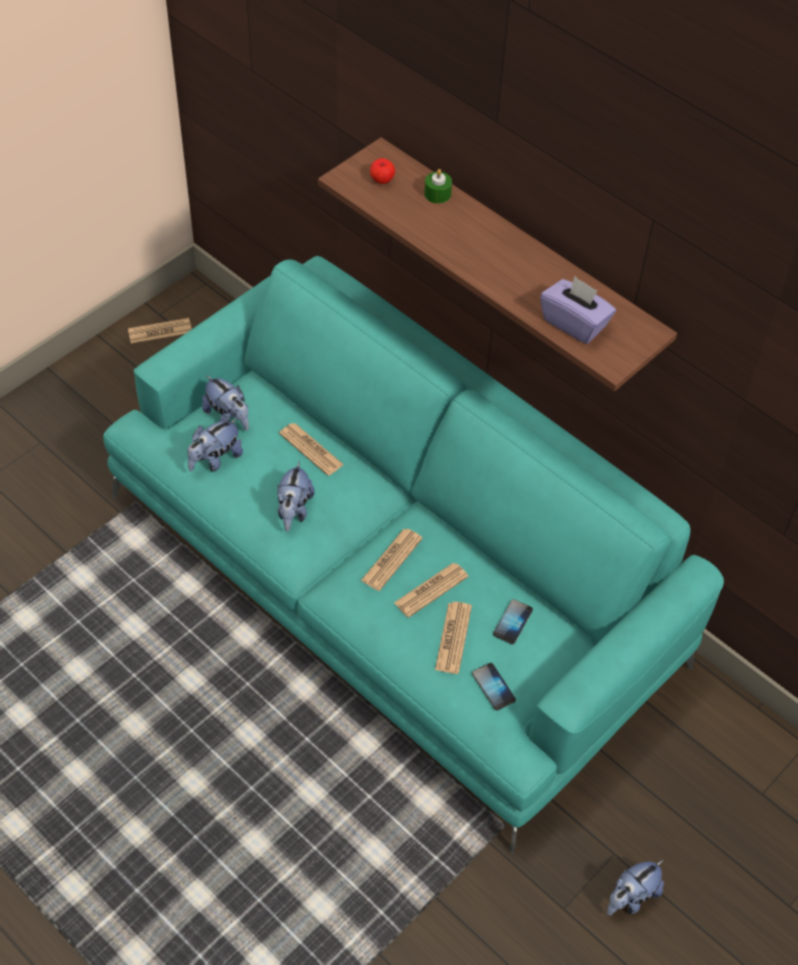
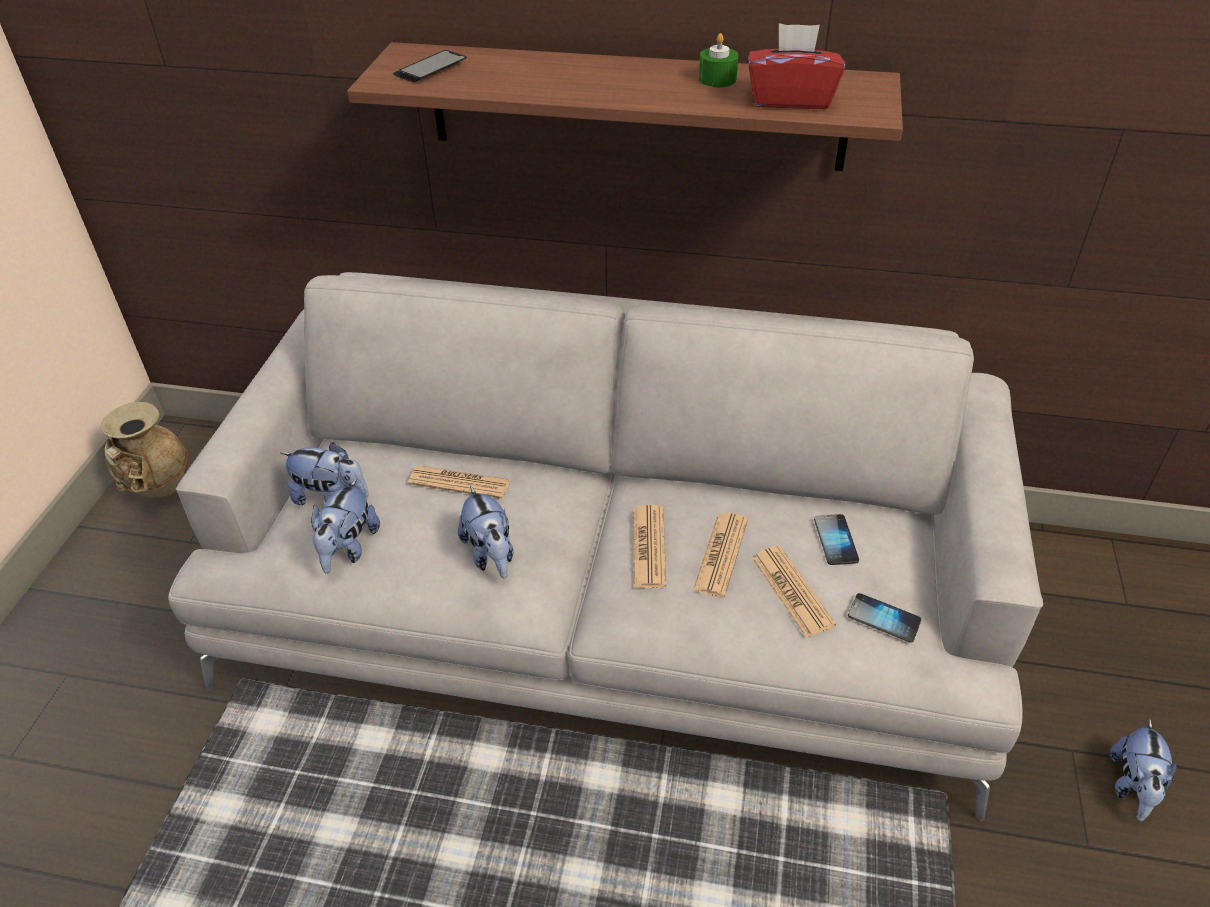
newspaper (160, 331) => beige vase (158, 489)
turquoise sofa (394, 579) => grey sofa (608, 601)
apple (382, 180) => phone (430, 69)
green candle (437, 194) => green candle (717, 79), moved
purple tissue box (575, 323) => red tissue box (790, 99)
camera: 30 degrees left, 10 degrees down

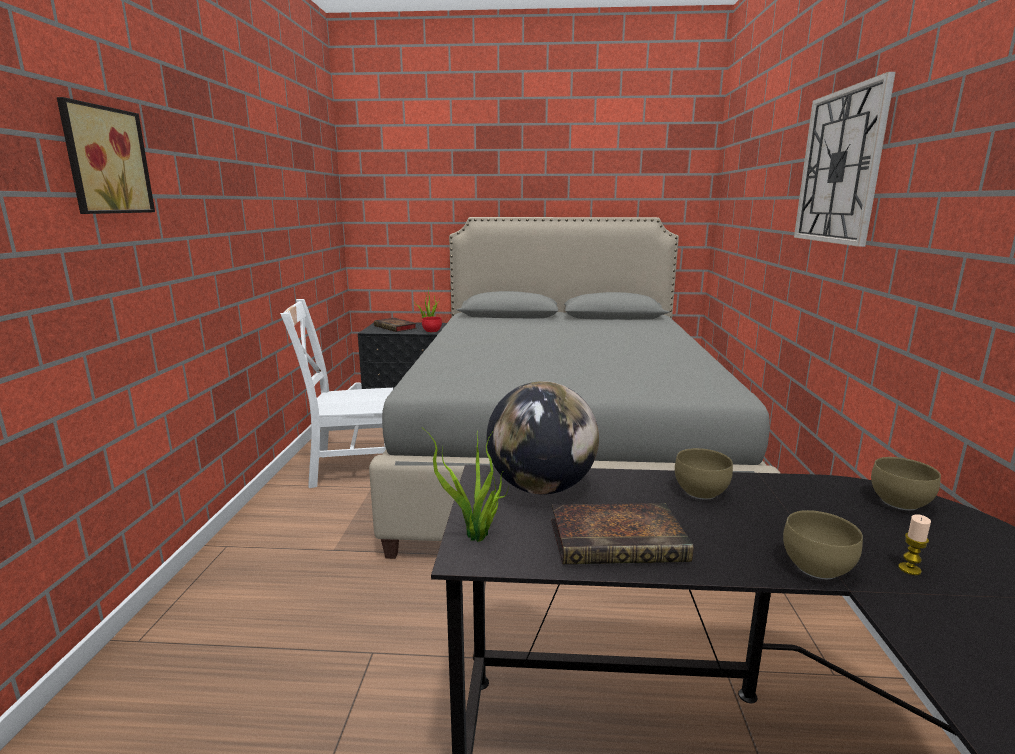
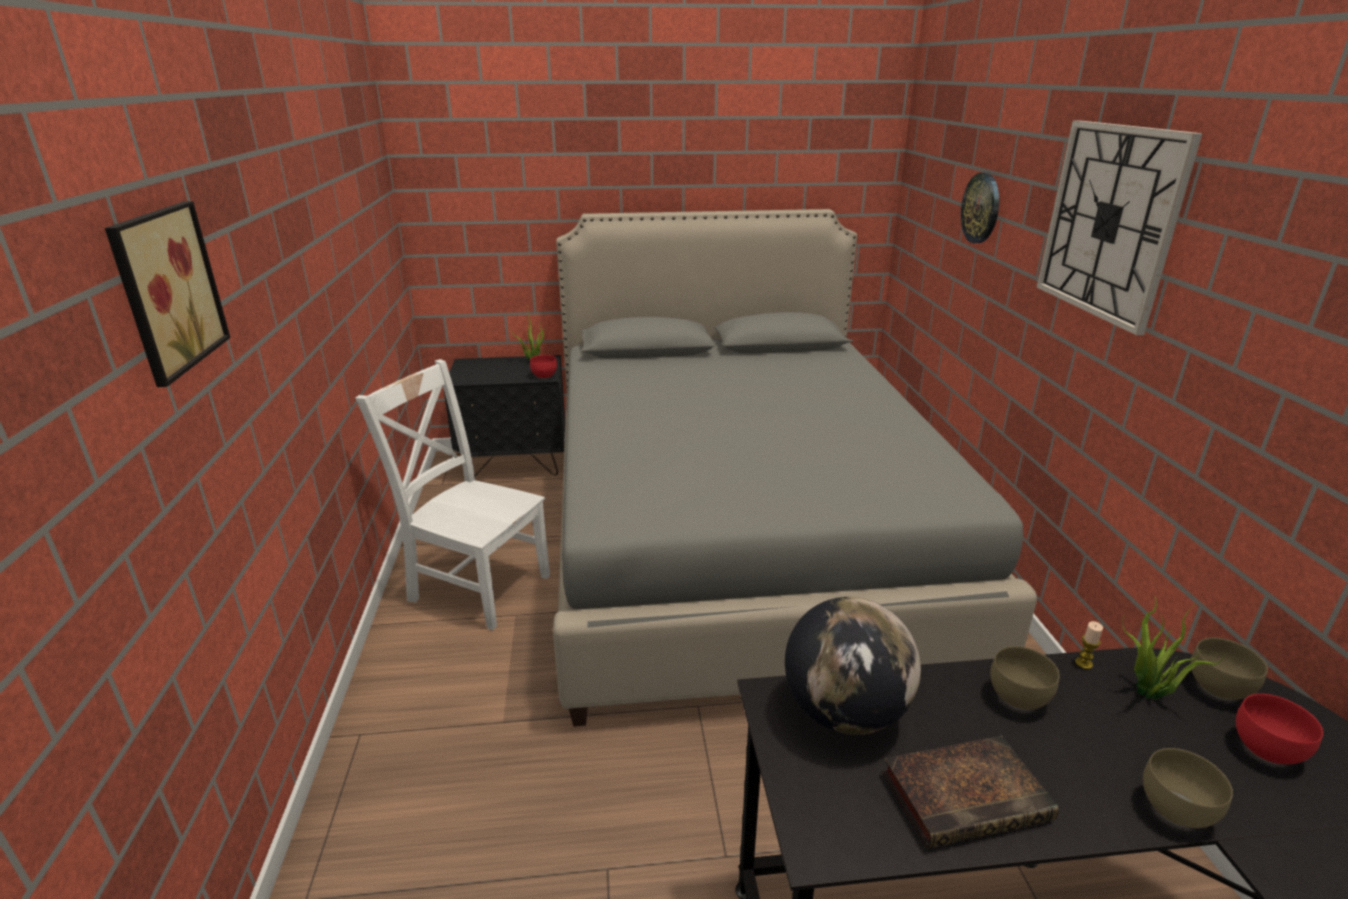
white chair (350, 468) => white chair (476, 585), 45 degrees clockwise
nothing => wall clock (981, 208)
candle (909, 569) => candle (1083, 663), moved
potted plant (476, 537) => potted plant (1148, 694), moved
nothing => red bowl (1264, 750)
book (396, 327) => nothing
camera: 10 degrees left, 10 degrees up

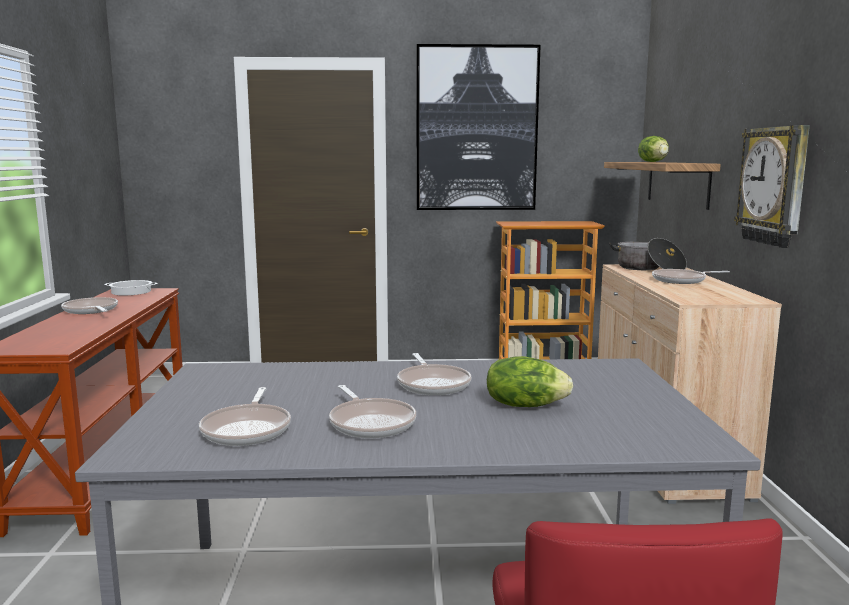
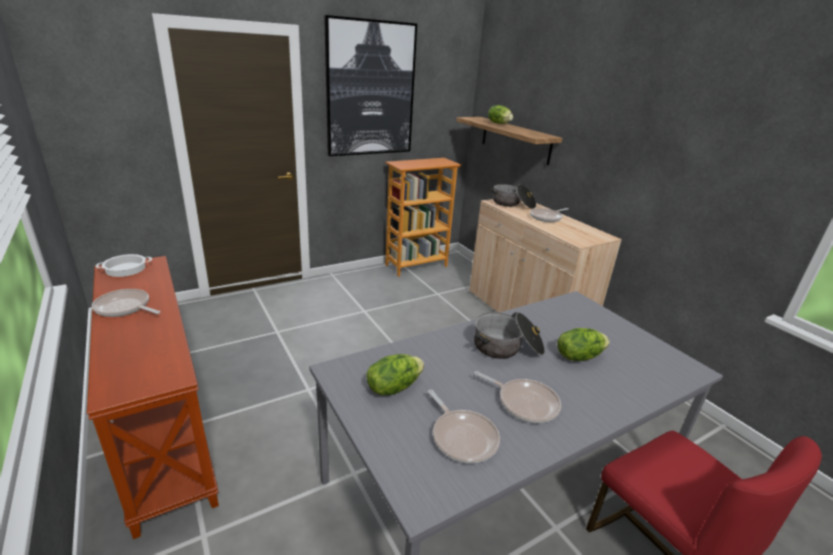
nothing => lettuce (393, 387)
frying pan (433, 384) => cooking pot (507, 347)
wall clock (774, 186) => nothing
camera: 30 degrees left, 15 degrees up

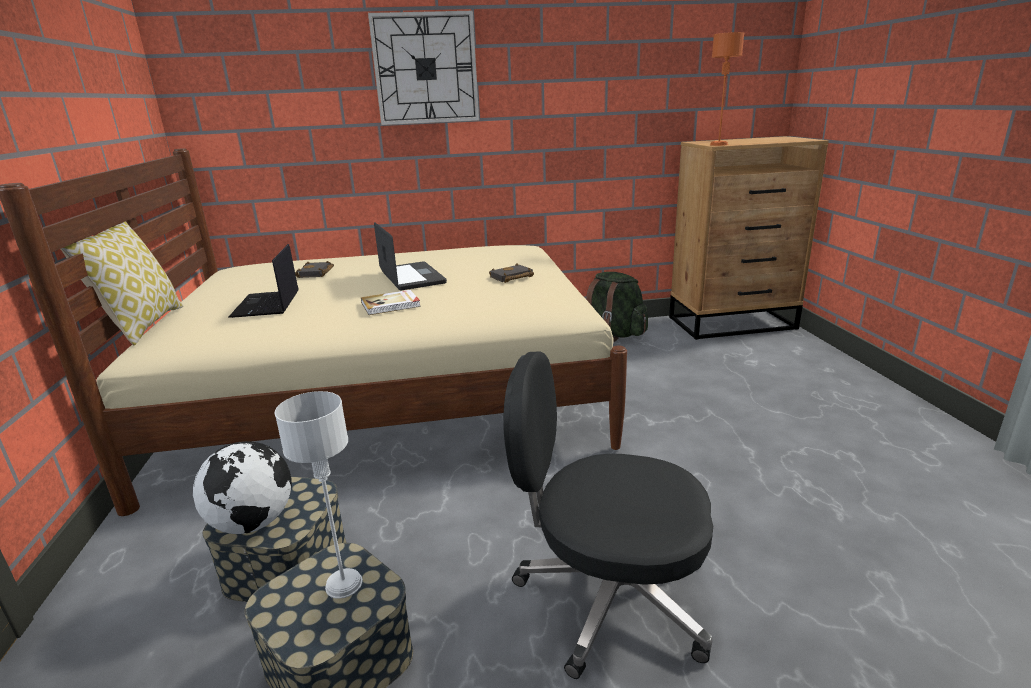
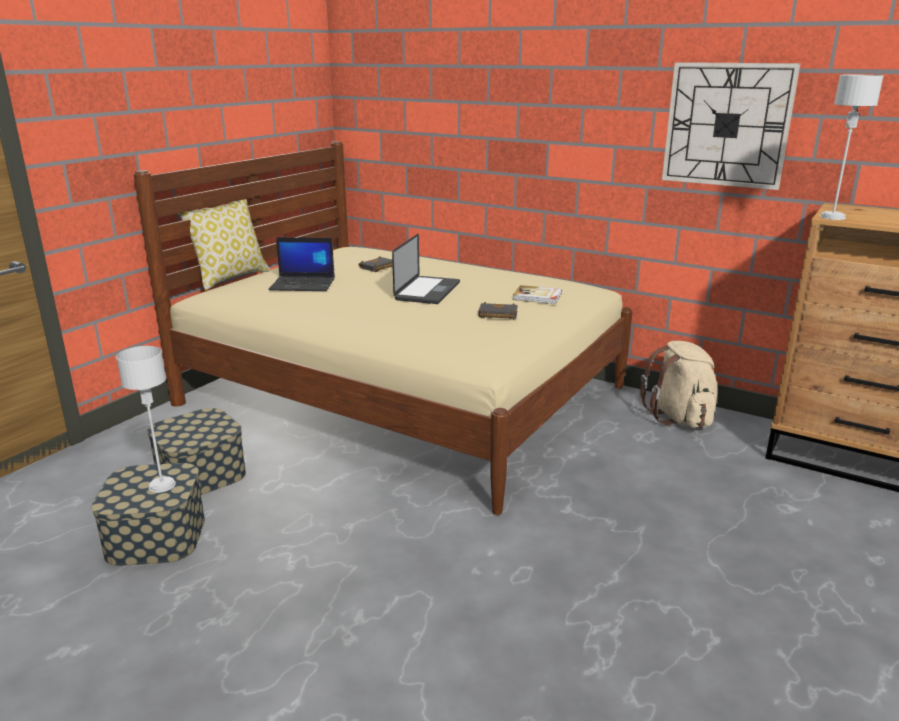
laptop (267, 305) => laptop (303, 284), 120 degrees counterclockwise
book (391, 305) => book (537, 297), moved
green backpack (613, 334) => beige backpack (679, 418)
wall clock (425, 69) => wall clock (727, 125), moved
orange table lamp (719, 144) => grey table lamp (833, 217)
globe (253, 523) => nothing
black office chair (609, 596) => nothing
camera: 40 degrees right, 0 degrees up

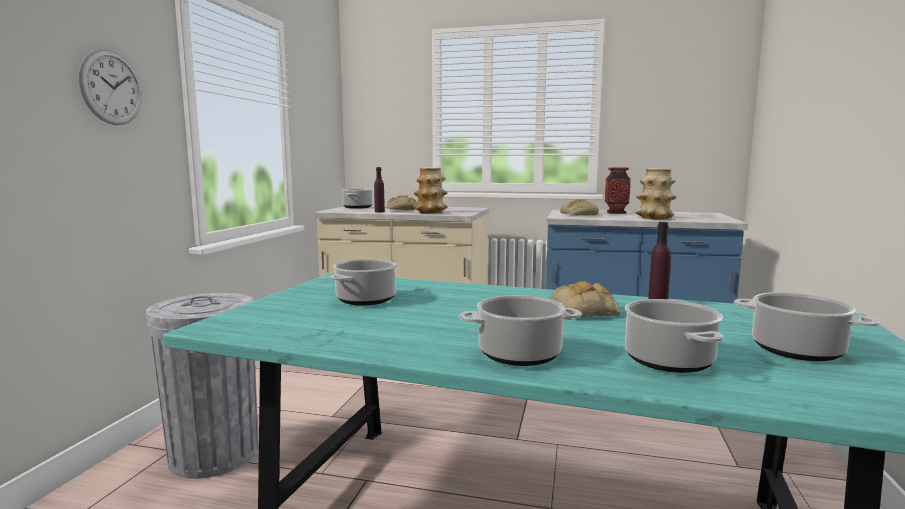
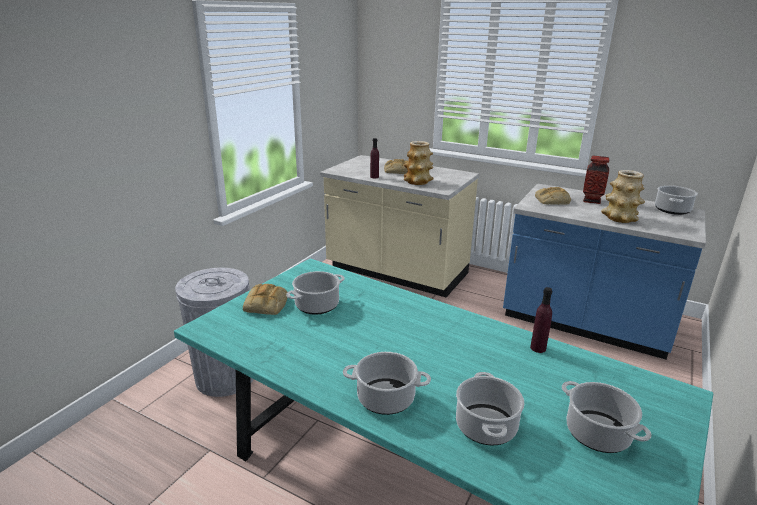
bread (585, 310) => bread (266, 305), moved
cooking pot (357, 207) => cooking pot (671, 210), moved
wall clock (111, 87) => nothing
camera: 15 degrees right, 15 degrees up

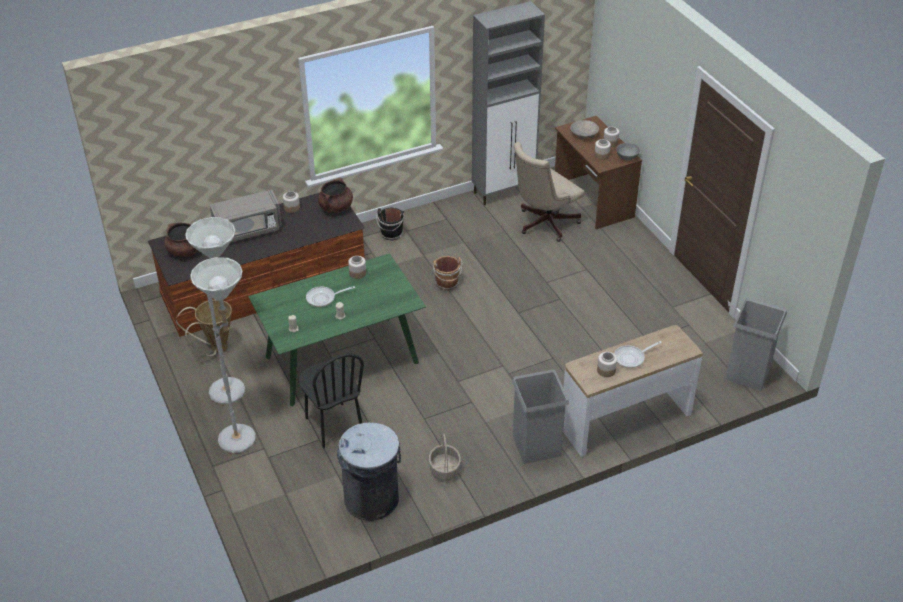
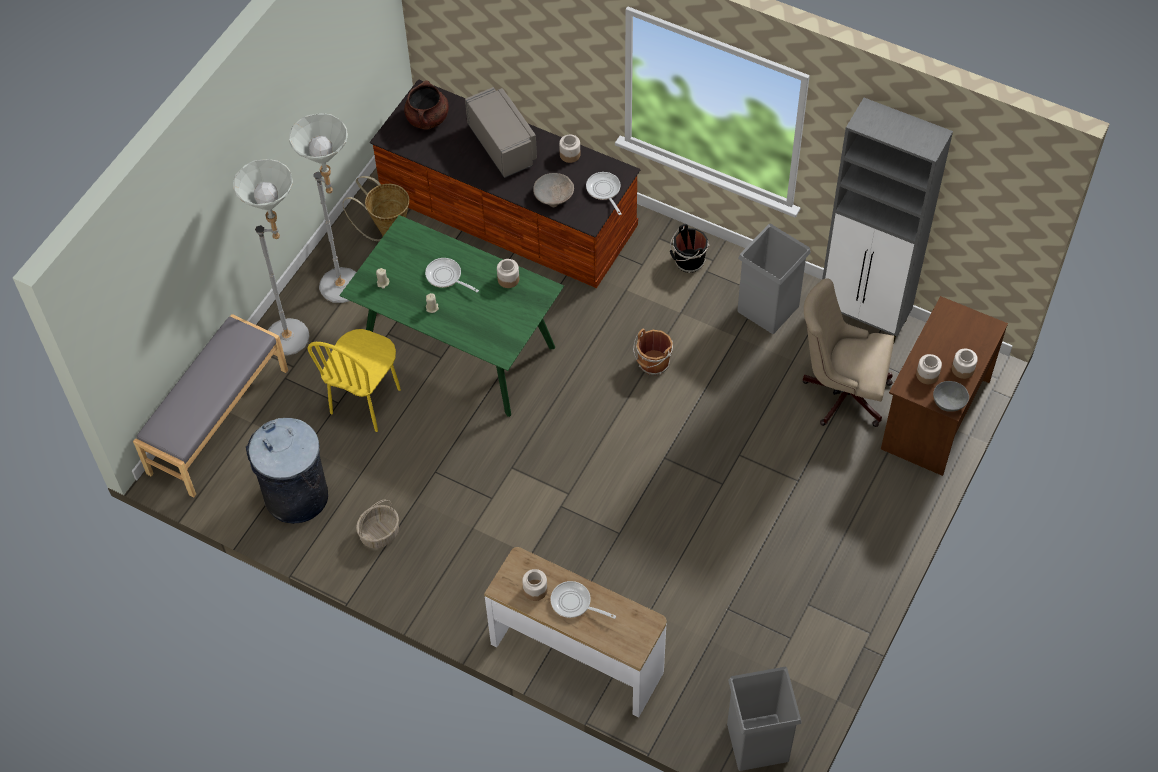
nothing => grey bench (217, 421)
black chair (333, 425) => yellow chair (366, 401)
grey microwave (248, 230) => grey microwave (502, 145), 150 degrees counterclockwise
beige bowl (584, 134) => beige bowl (553, 195), moved
brown cooking pot (336, 208) => frying pan (604, 191)
grey trash can (536, 445) => grey trash can (768, 308), moved
camera: 55 degrees right, 15 degrees up

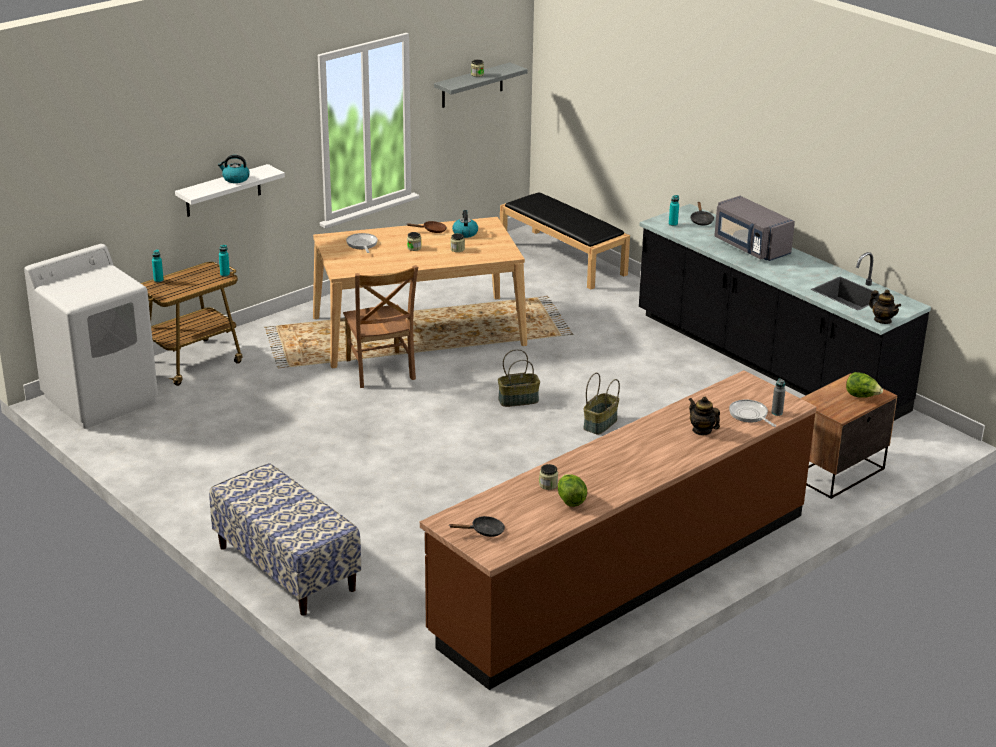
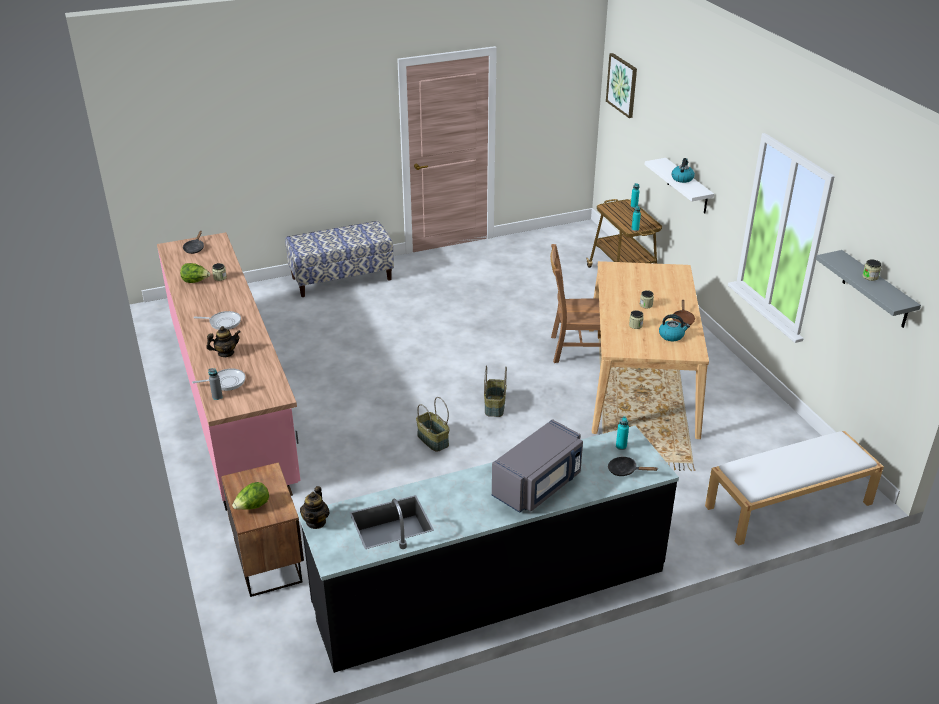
brown counter (622, 573) => pink counter (232, 397)
frying pan (362, 244) => frying pan (223, 322), moved
teapot (882, 320) => teapot (316, 522), 60 degrees counterclockwise
grey microwave (750, 247) => grey microwave (538, 485), 150 degrees clockwise
nothing => picture (622, 85)
black bench (563, 259) => white bench (788, 505)
white washing machine (101, 399) => nothing
camera: 110 degrees right, 5 degrees up

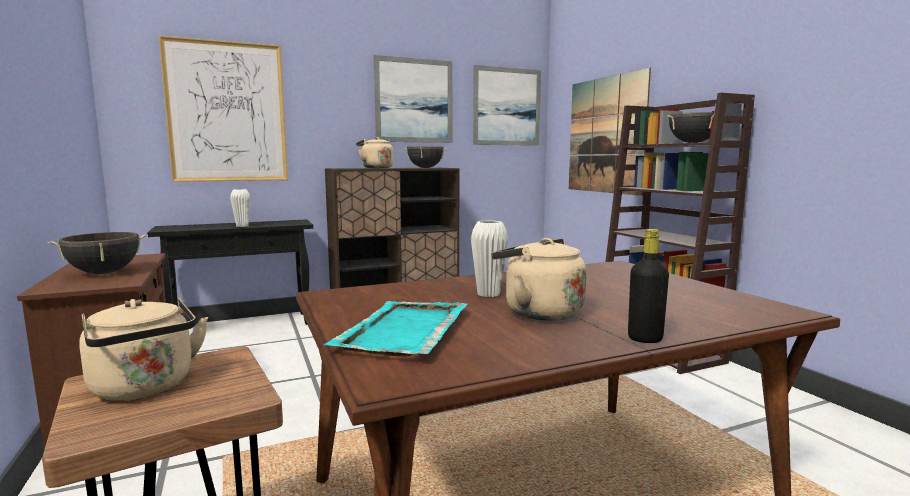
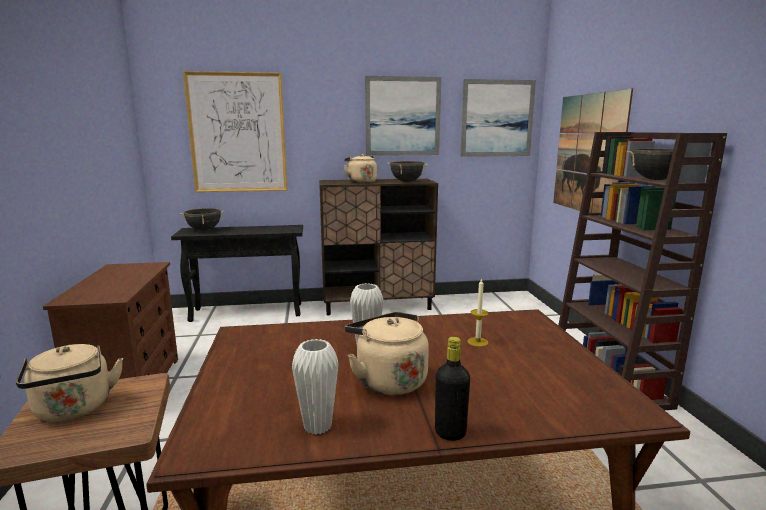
black cooking pot (104, 273) => black cooking pot (204, 230), moved
white vase (242, 226) => white vase (317, 426), moved
nothing => candle (477, 342)
turquoise tray (403, 331) => nothing
camera: 15 degrees right, 5 degrees up

